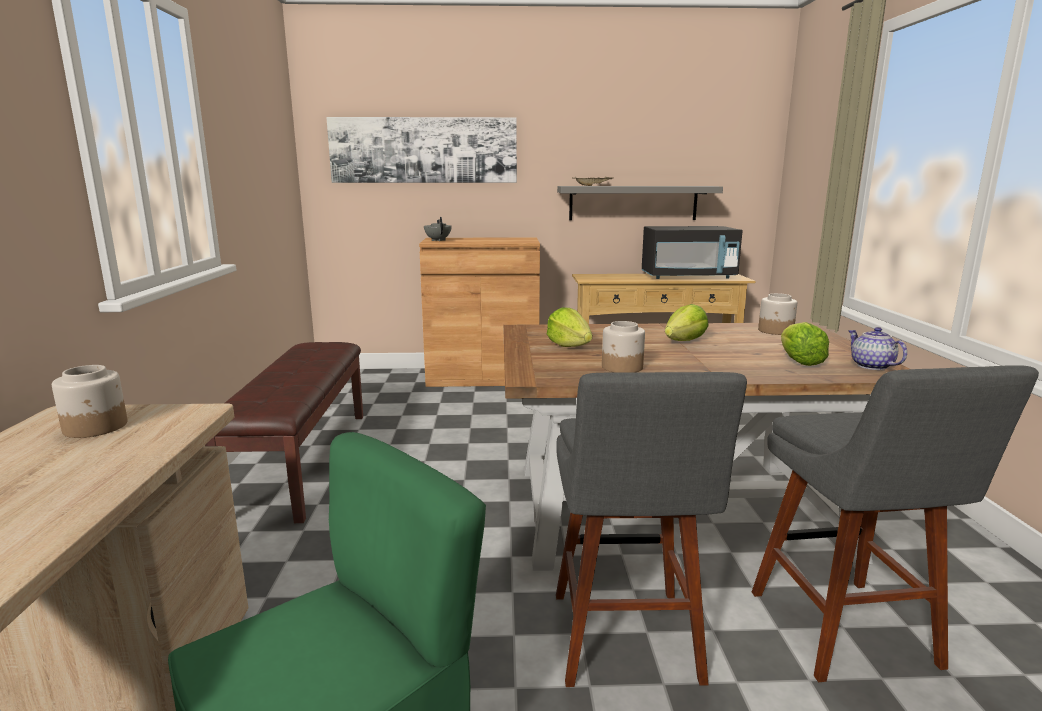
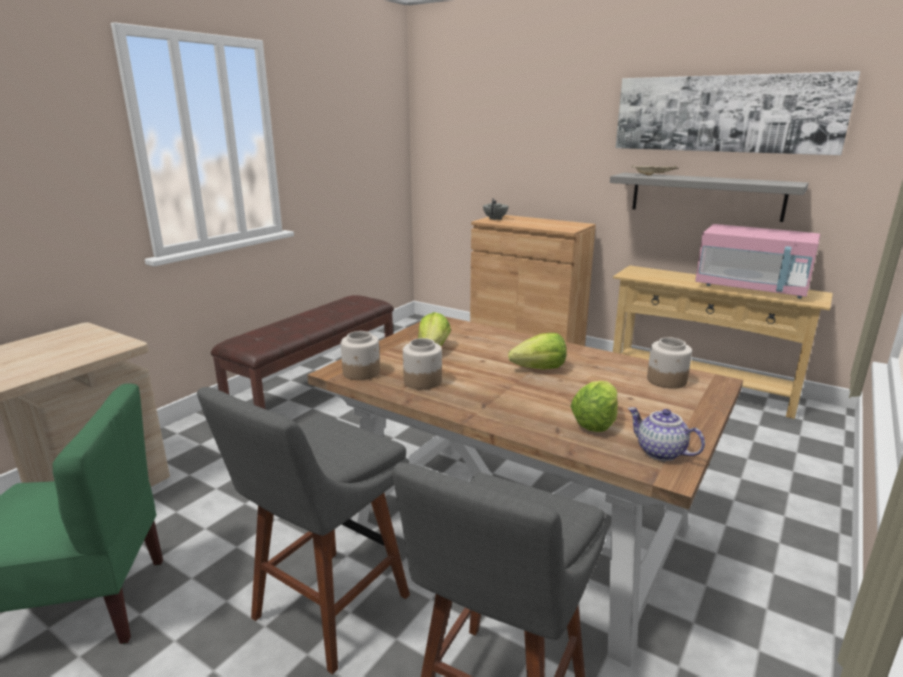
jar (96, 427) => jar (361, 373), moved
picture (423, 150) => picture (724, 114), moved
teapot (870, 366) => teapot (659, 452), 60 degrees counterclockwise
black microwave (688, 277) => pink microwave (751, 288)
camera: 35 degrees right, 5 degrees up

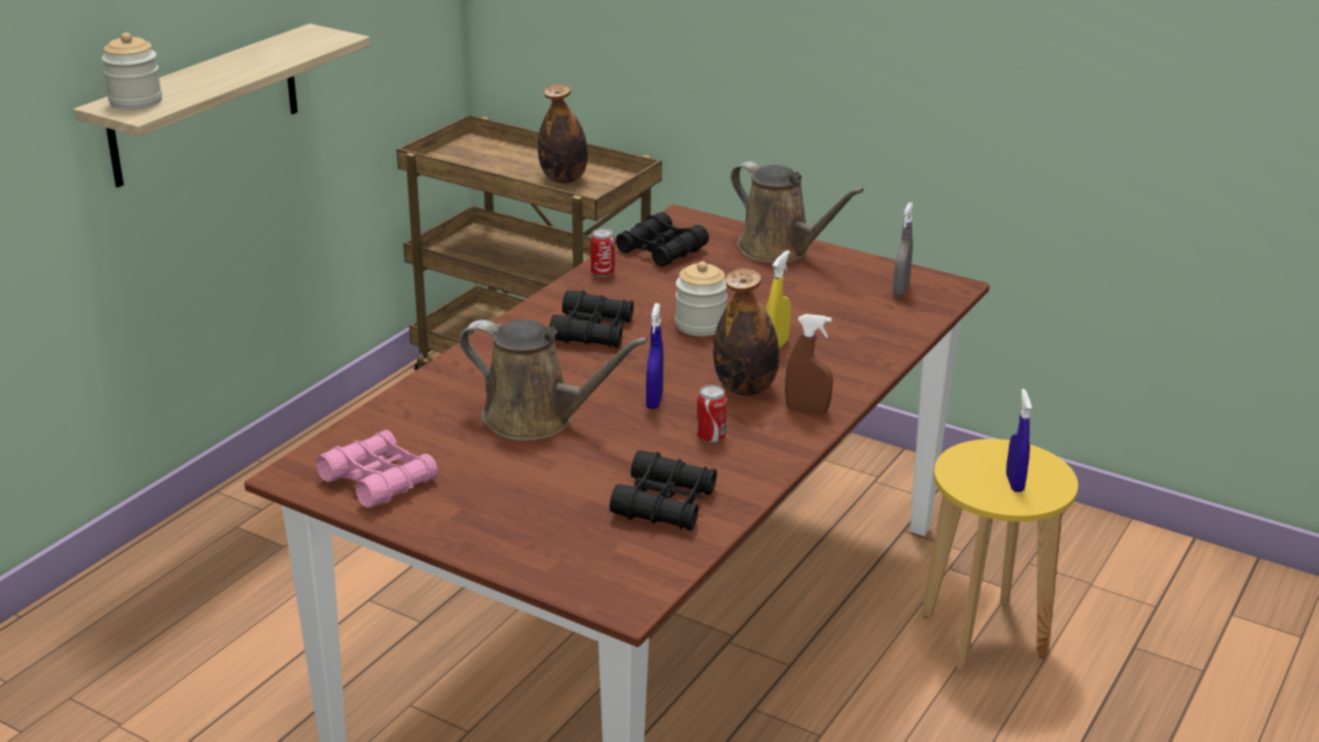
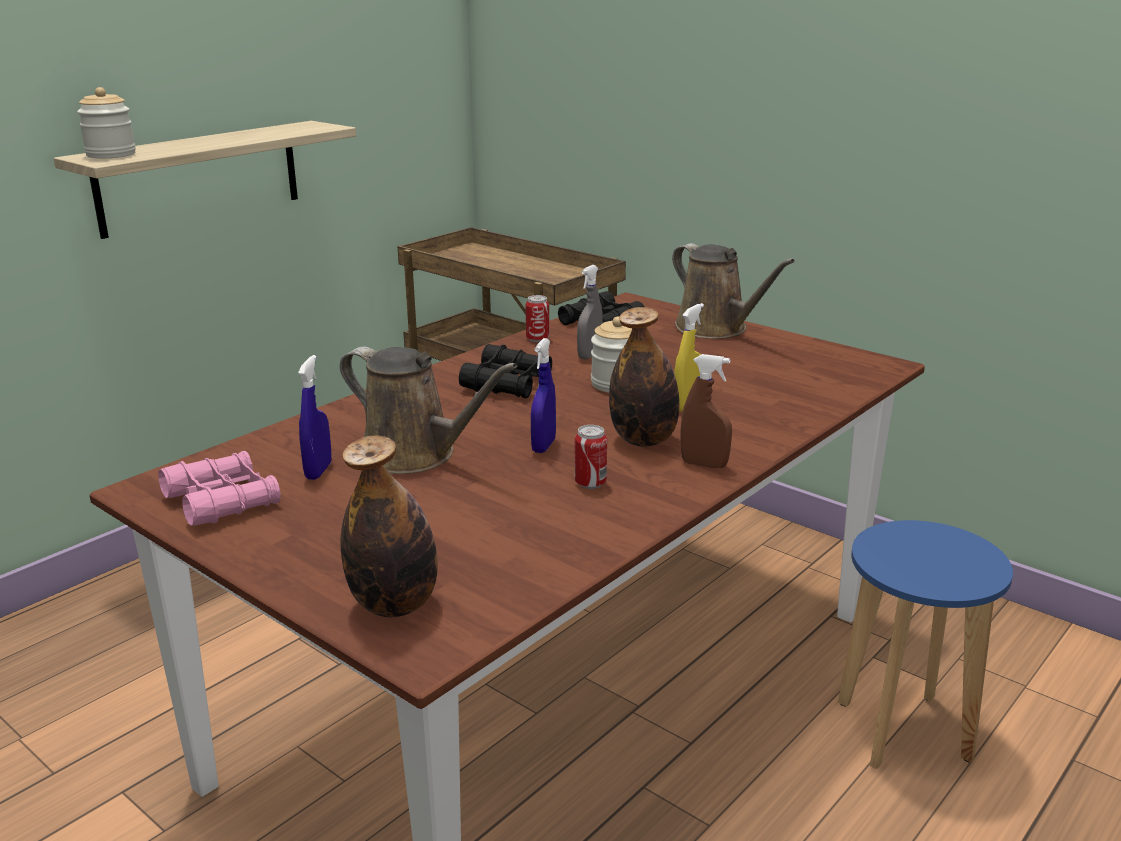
blue spray bottle (1014, 483) => blue spray bottle (318, 471), moved
bottle (563, 179) => bottle (394, 605), moved
grey spray bottle (900, 290) => grey spray bottle (589, 355), moved
yellow stool (984, 636) => blue stool (903, 731)
black binoculars (664, 503) => nothing
camera: 10 degrees right, 5 degrees down

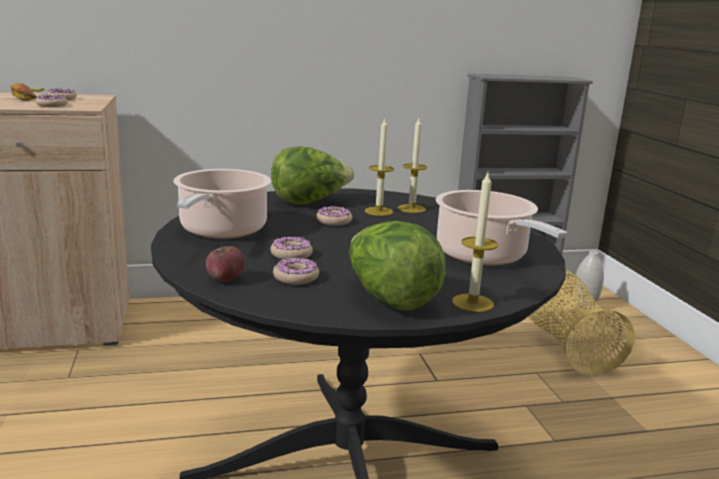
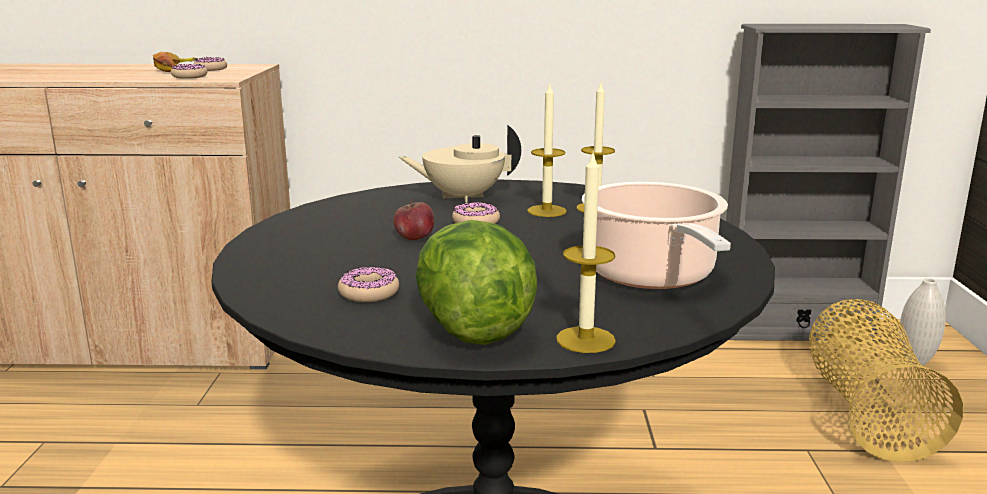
apple (225, 279) => apple (414, 238), moved
lettuce (309, 202) => beige teapot (462, 197)
cooking pot (221, 230) => nothing
donut (291, 254) => nothing
camera: 15 degrees right, 0 degrees up

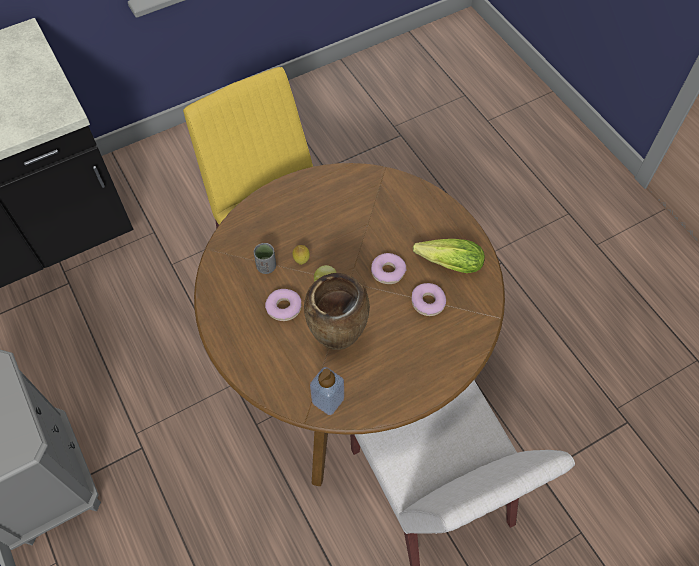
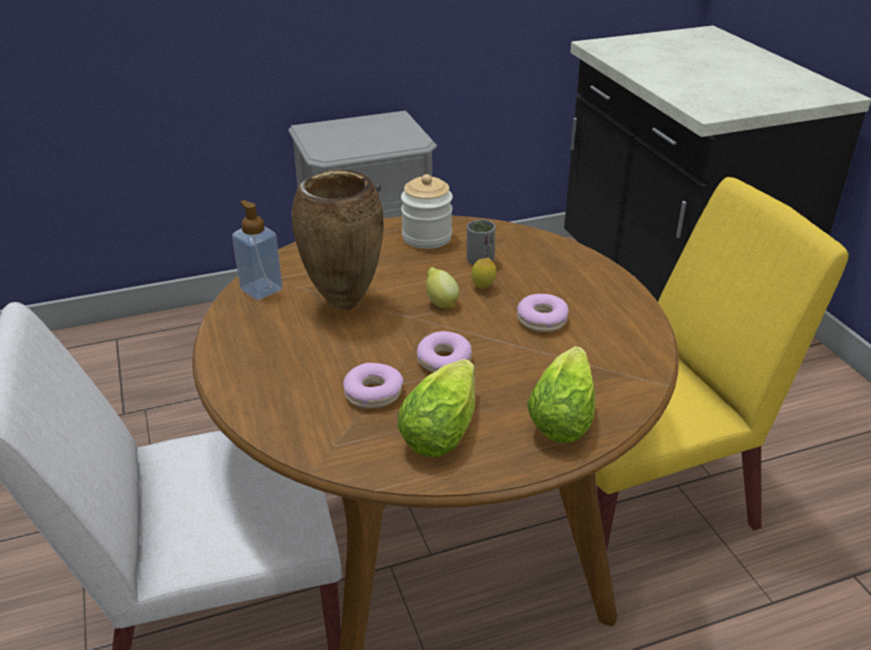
nothing => jar (427, 237)
donut (284, 307) => donut (542, 320), moved
nothing => lettuce (564, 412)
camera: 100 degrees right, 25 degrees down

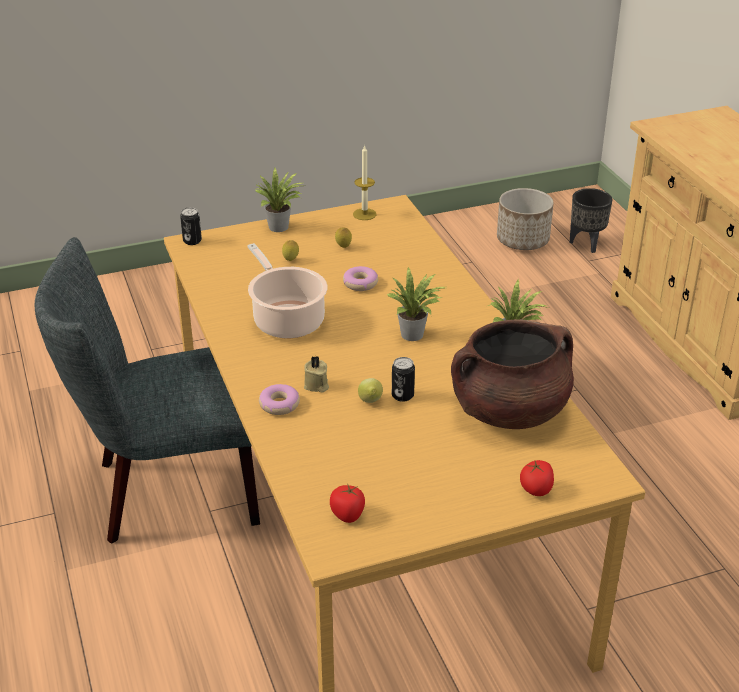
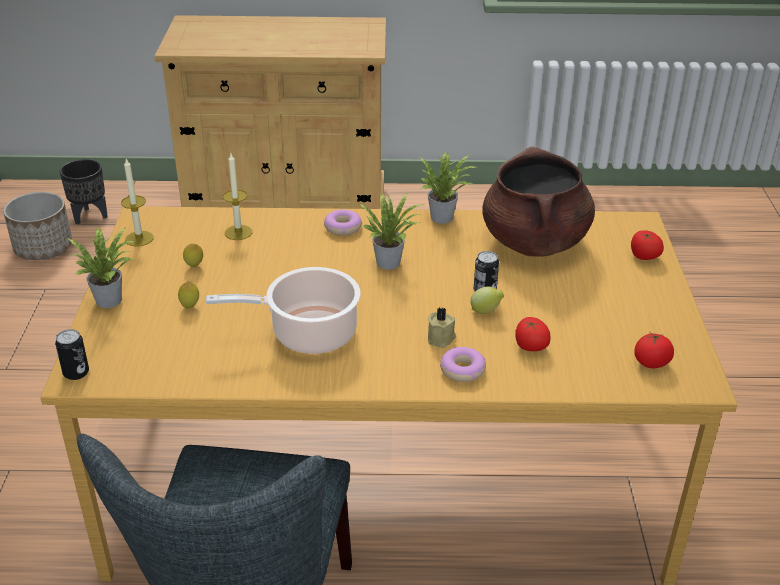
nothing => candle (238, 232)
donut (360, 283) => donut (342, 227), moved
nothing => tomato (530, 346)
camera: 70 degrees left, 0 degrees up

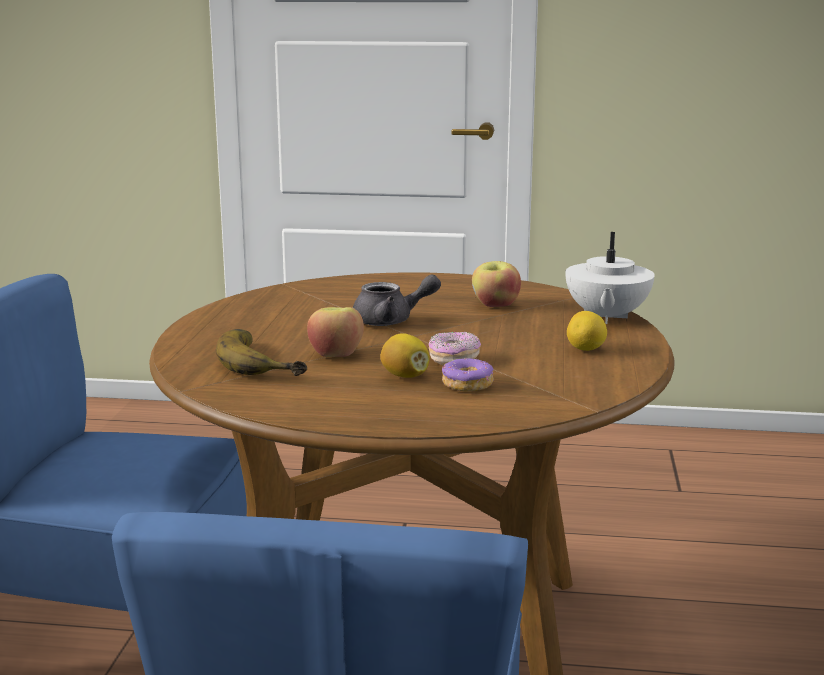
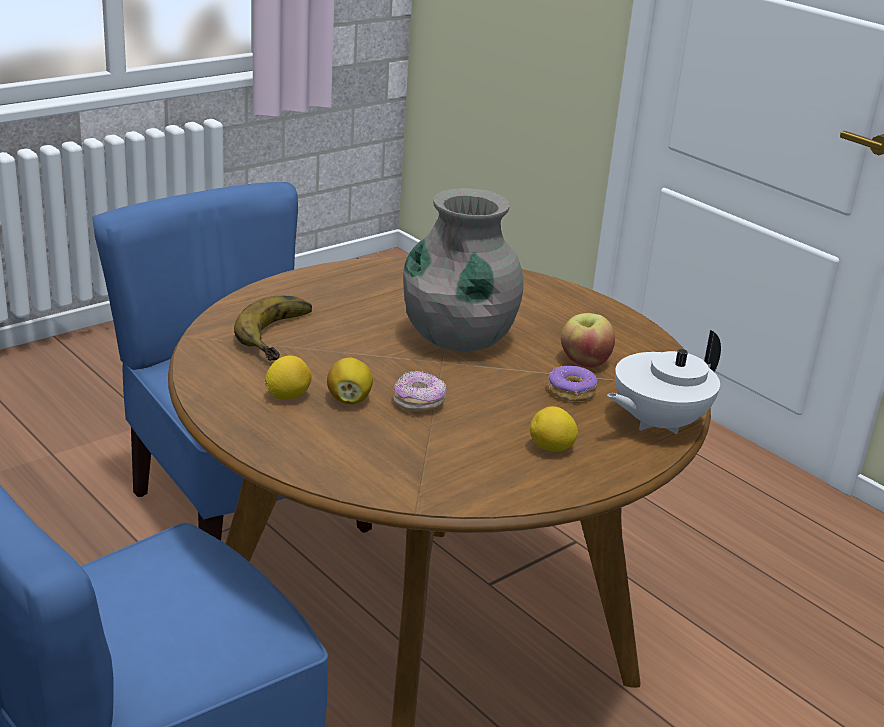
nothing => lemon (287, 396)
grey teapot (391, 321) => grey vase (458, 338)
donut (467, 384) => donut (571, 392), moved
apple (336, 354) => nothing
camera: 40 degrees right, 10 degrees up

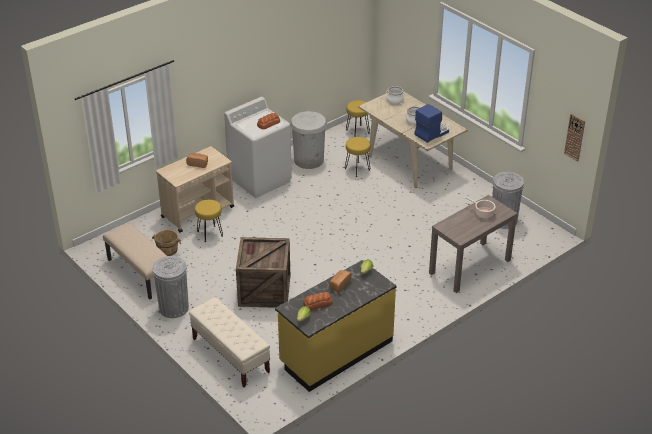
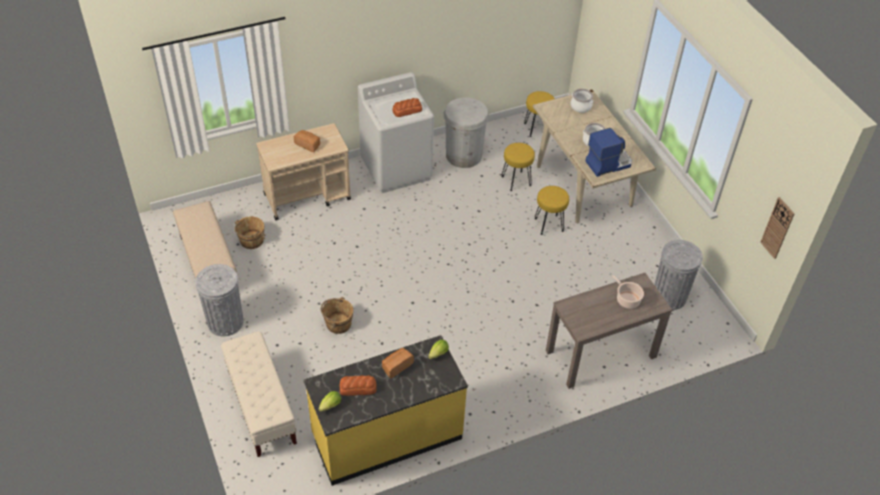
crate (263, 290) => brown bucket (338, 323)
yellow stool (209, 233) => yellow stool (548, 224), moved
camera: 15 degrees right, 10 degrees up

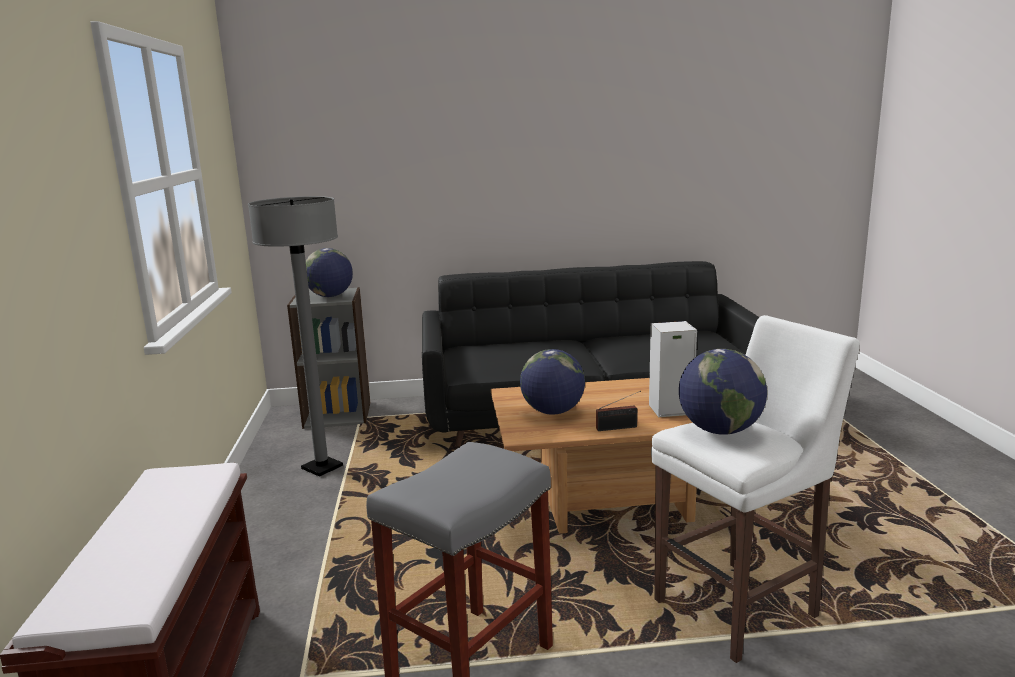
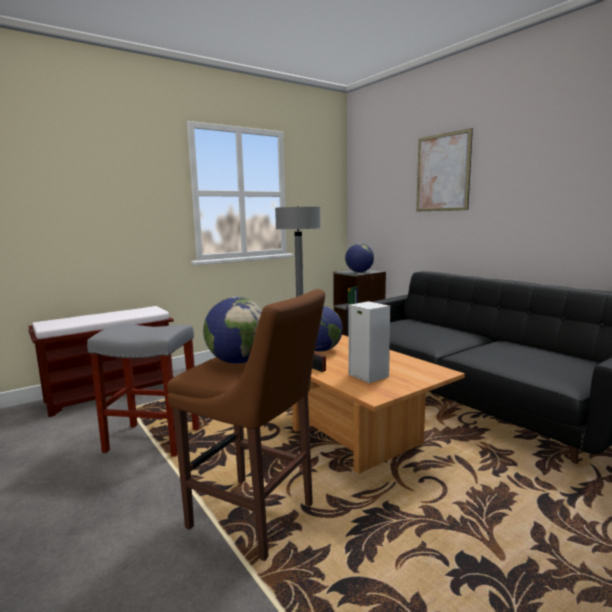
white stool (741, 606) => brown stool (256, 518)
nothing => picture (442, 172)
camera: 60 degrees right, 5 degrees down

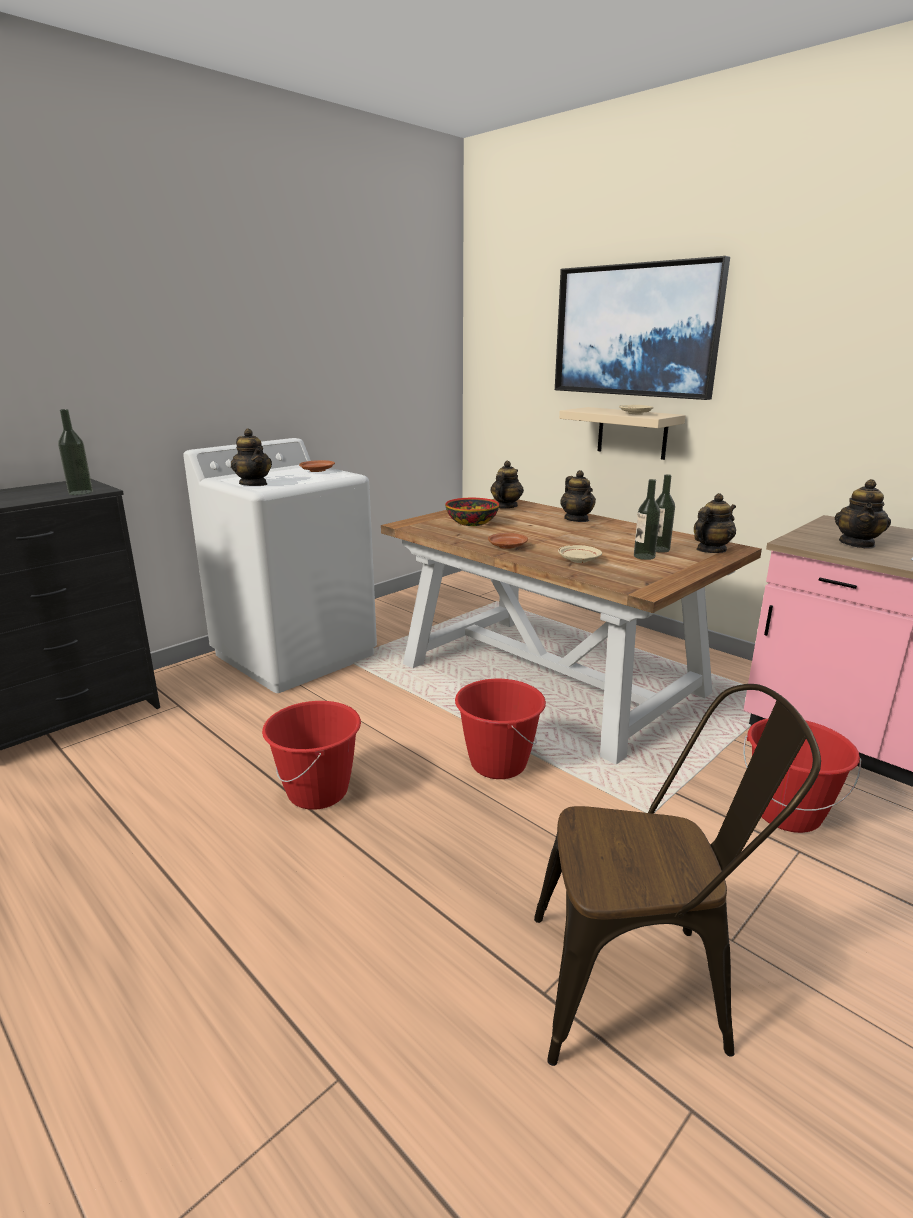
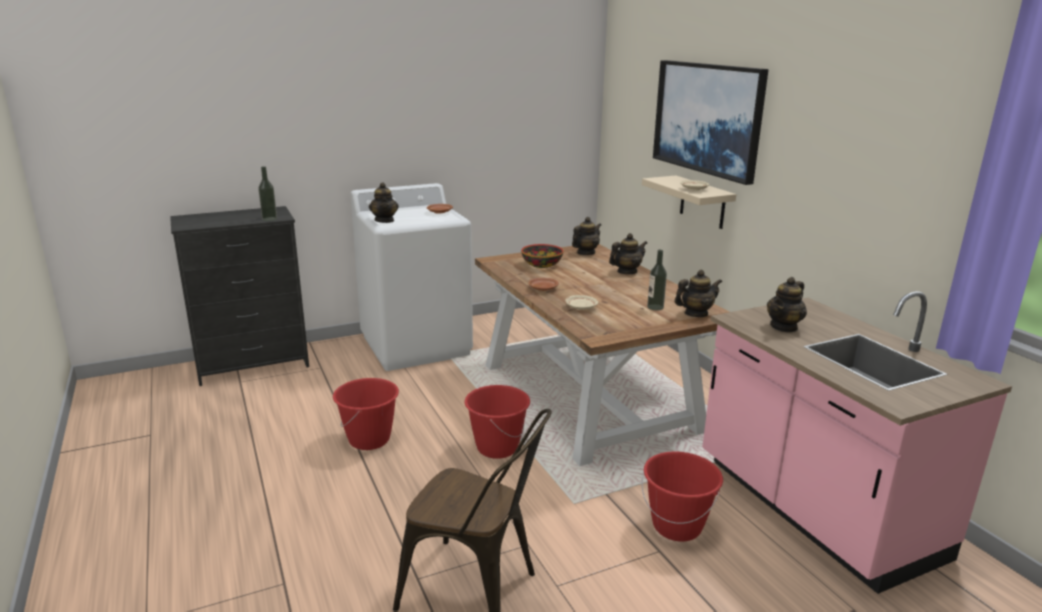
teapot (577, 519) => teapot (626, 272), 120 degrees counterclockwise
bottle (644, 556) => nothing
camera: 20 degrees right, 0 degrees up

